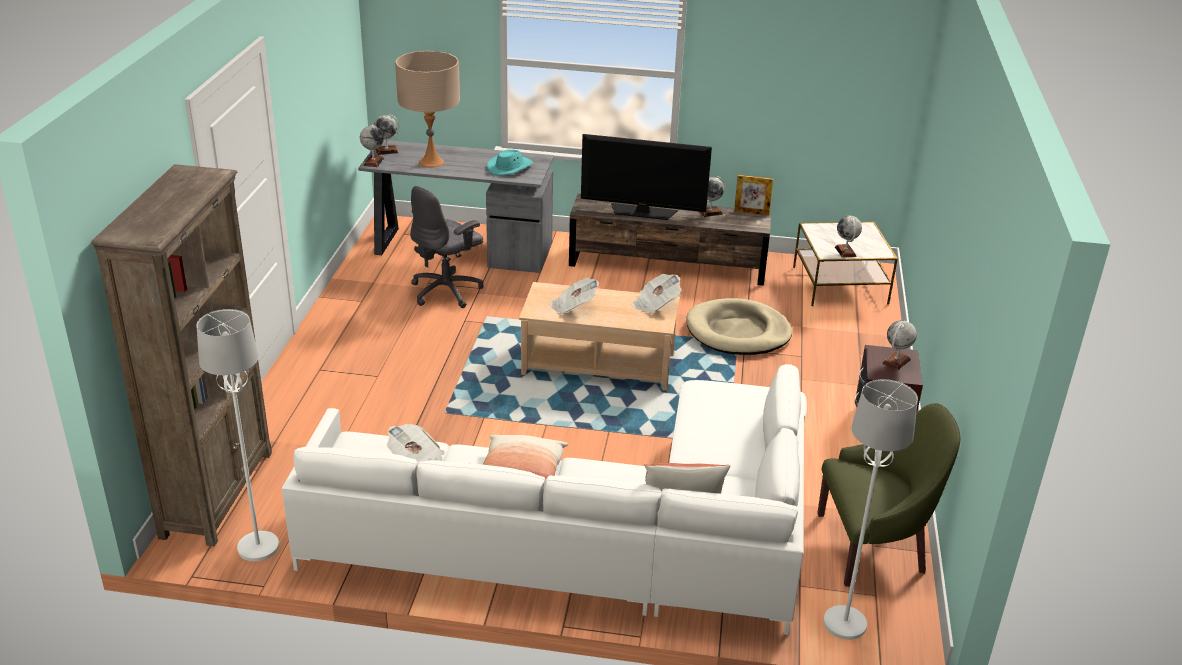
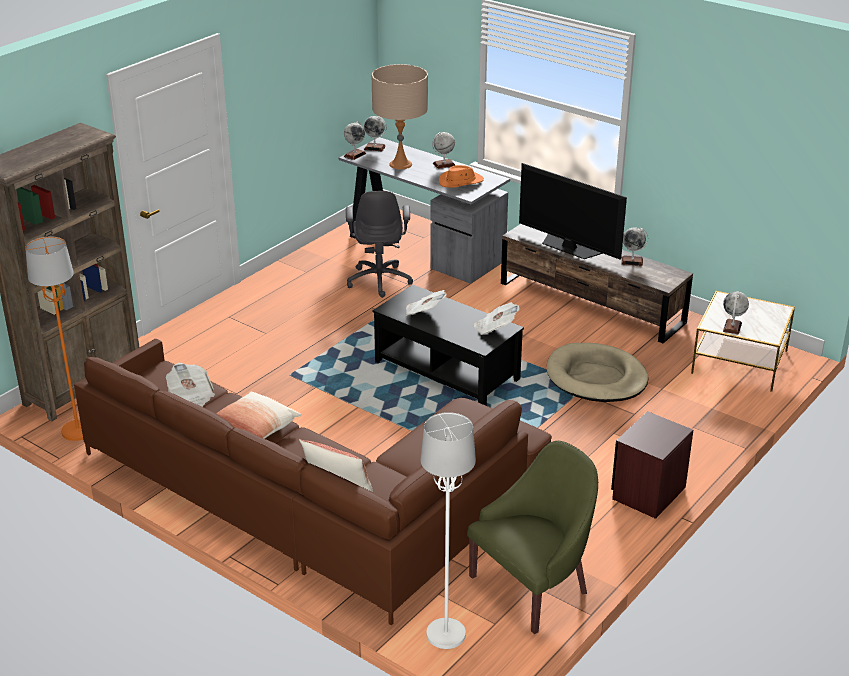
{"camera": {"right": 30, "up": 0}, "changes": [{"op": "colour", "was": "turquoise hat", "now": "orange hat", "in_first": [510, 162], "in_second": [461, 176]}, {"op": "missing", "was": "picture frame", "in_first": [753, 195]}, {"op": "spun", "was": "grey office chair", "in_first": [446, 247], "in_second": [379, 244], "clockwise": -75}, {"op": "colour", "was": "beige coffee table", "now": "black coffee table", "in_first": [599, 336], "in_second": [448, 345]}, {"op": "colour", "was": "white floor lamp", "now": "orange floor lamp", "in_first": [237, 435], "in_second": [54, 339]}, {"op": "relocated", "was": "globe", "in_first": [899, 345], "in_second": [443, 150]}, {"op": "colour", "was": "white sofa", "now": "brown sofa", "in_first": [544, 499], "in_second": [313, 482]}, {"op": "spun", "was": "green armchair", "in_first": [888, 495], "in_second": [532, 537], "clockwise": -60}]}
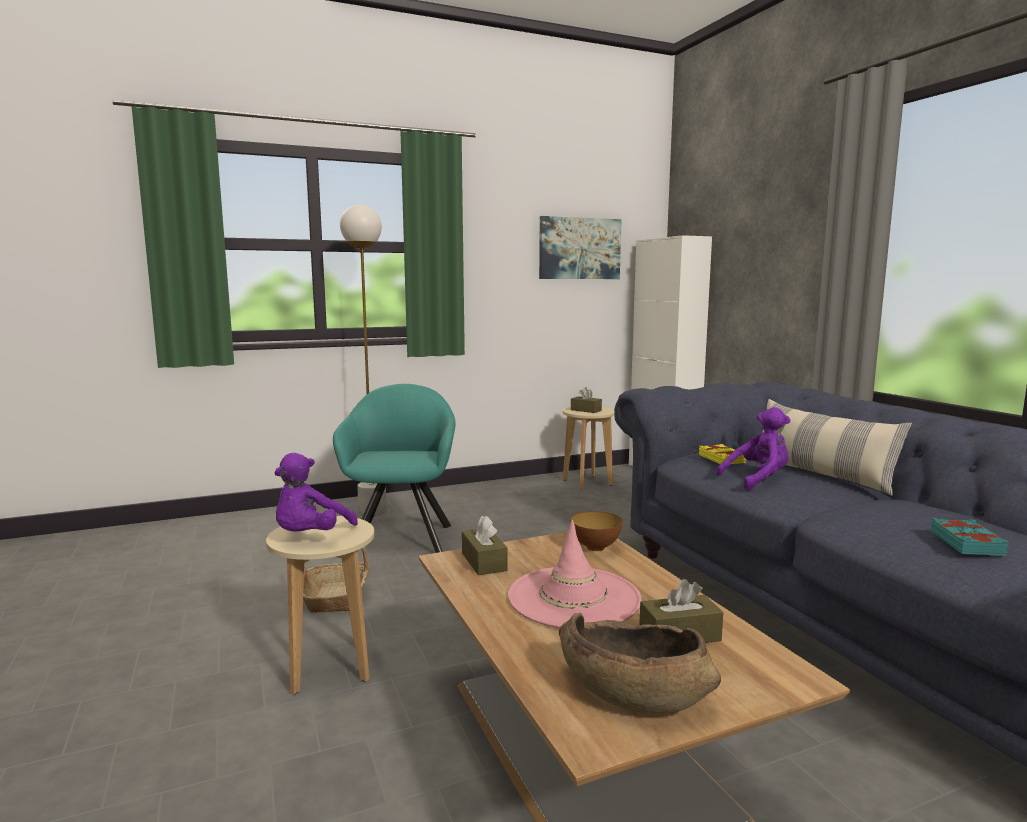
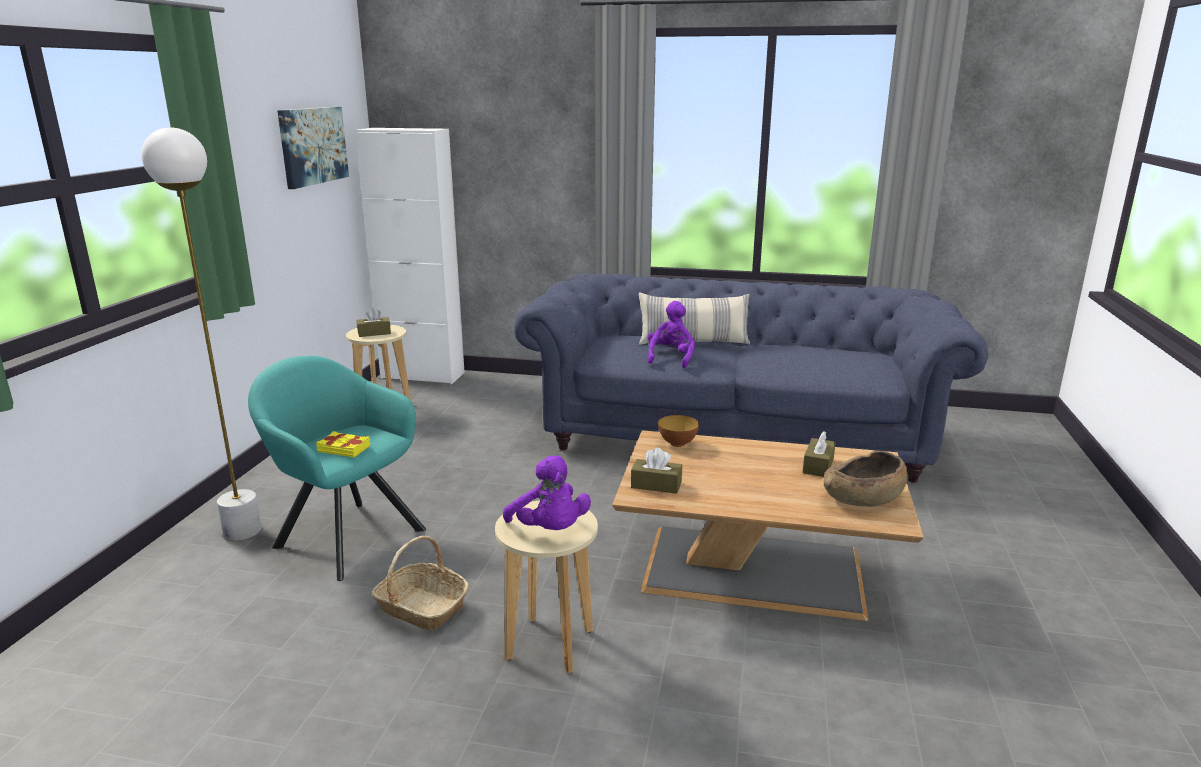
{"camera": {"right": -55, "up": 10}, "changes": [{"op": "relocated", "was": "yellow book", "in_first": [722, 454], "in_second": [343, 444]}, {"op": "missing", "was": "turquoise book", "in_first": [970, 537]}, {"op": "missing", "was": "pink hat", "in_first": [574, 574]}]}
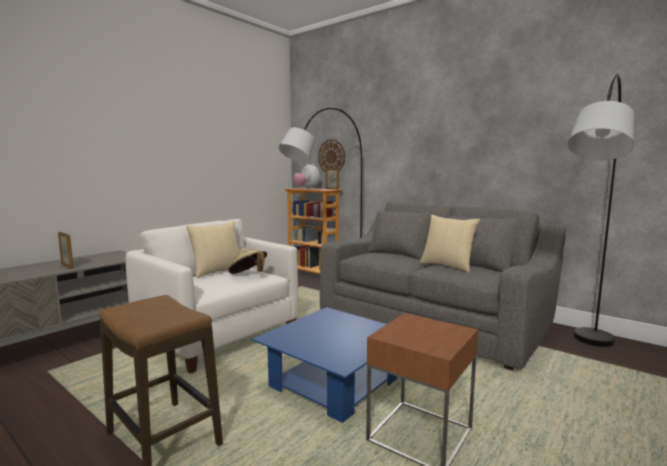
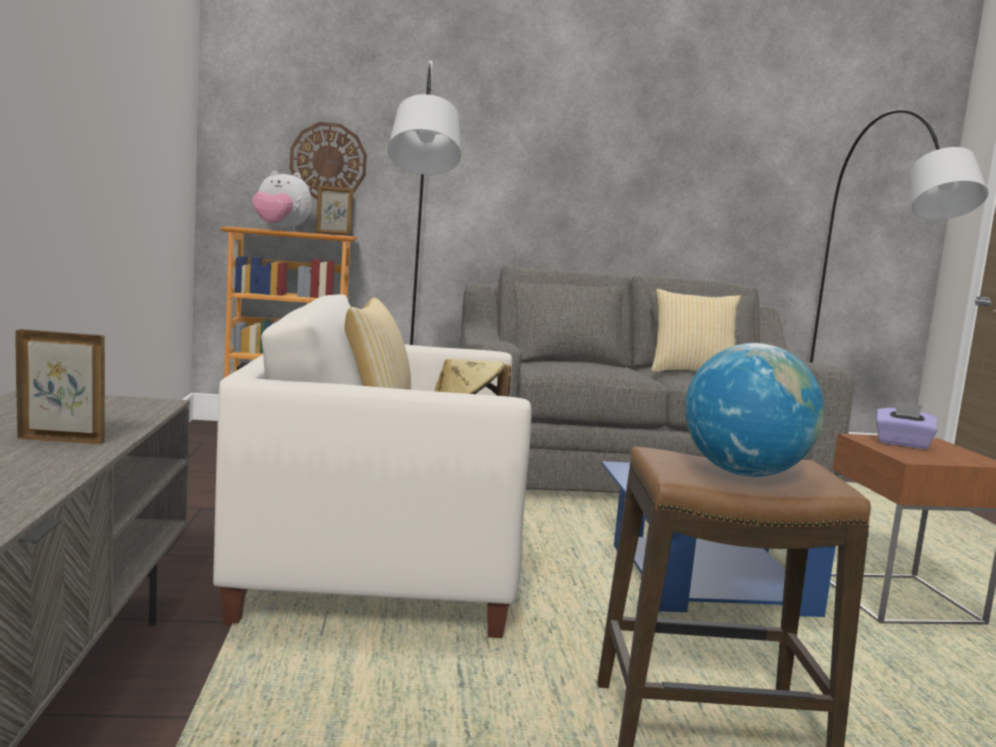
{"camera": {"right": -45, "up": 0}, "changes": [{"op": "appeared", "now": "globe", "in_second": [754, 410]}, {"op": "appeared", "now": "purple tissue box", "in_second": [906, 425]}]}
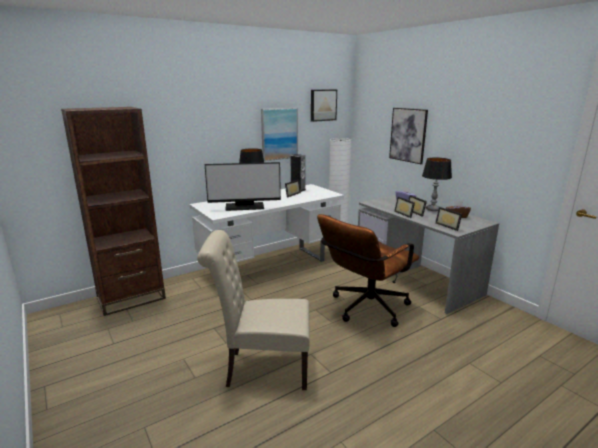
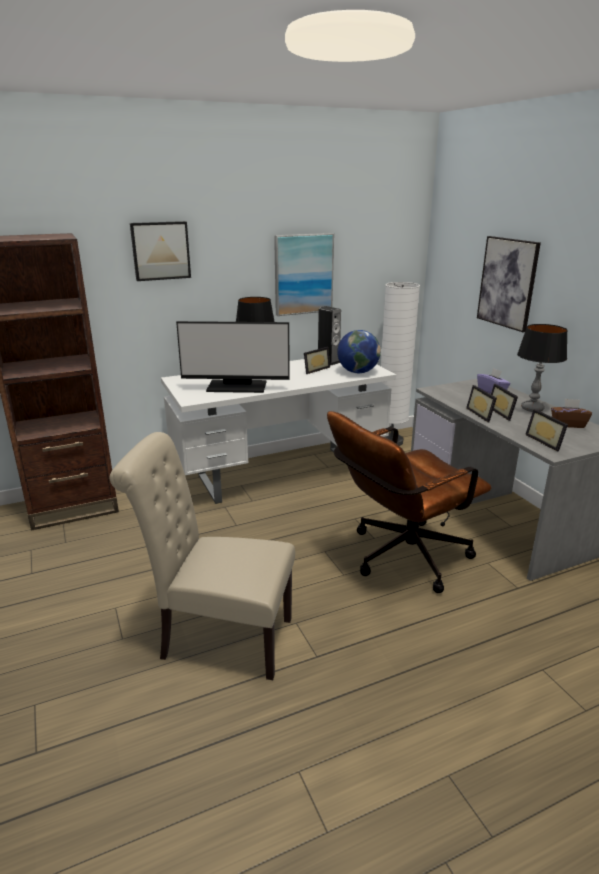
{"camera": {"right": 10, "up": 5}, "changes": [{"op": "relocated", "was": "picture", "in_first": [324, 105], "in_second": [160, 251]}, {"op": "appeared", "now": "globe", "in_second": [359, 351]}]}
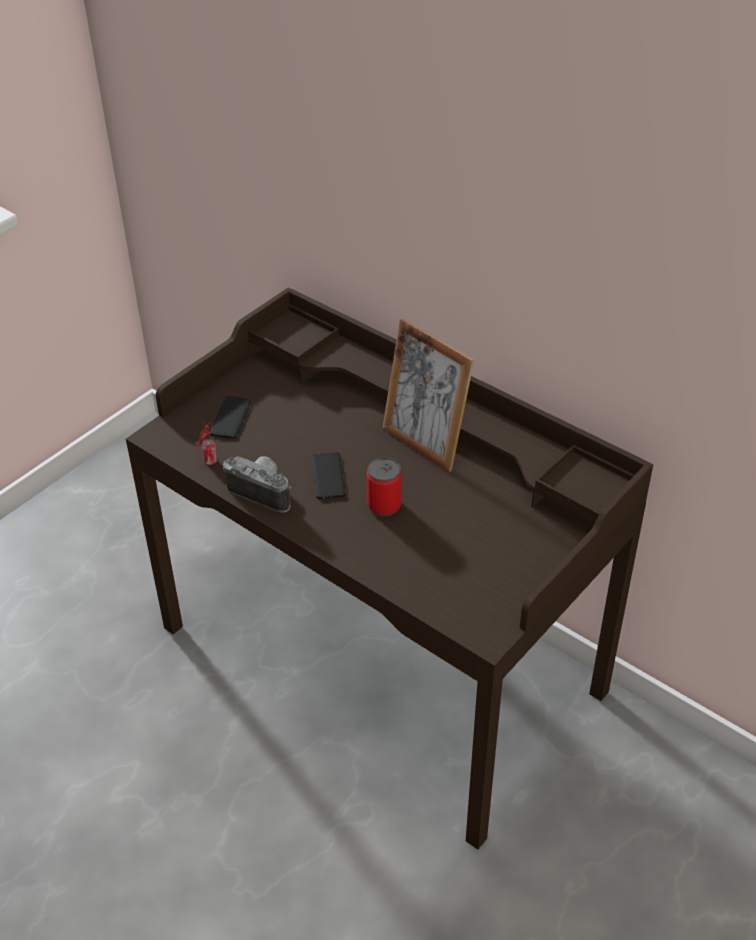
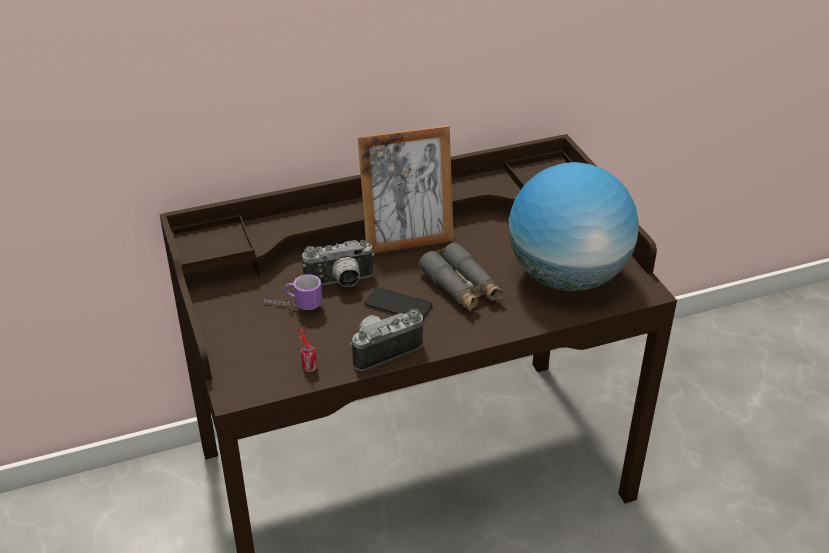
{"camera": {"right": -60, "up": -5}, "changes": [{"op": "missing", "was": "phone", "in_first": [230, 417]}, {"op": "exchanged", "was": "can", "now": "grey binoculars", "in_first": [384, 486], "in_second": [461, 277]}, {"op": "appeared", "now": "globe", "in_second": [574, 227]}, {"op": "appeared", "now": "photo camera", "in_second": [338, 263]}, {"op": "appeared", "now": "mug", "in_second": [293, 292]}]}
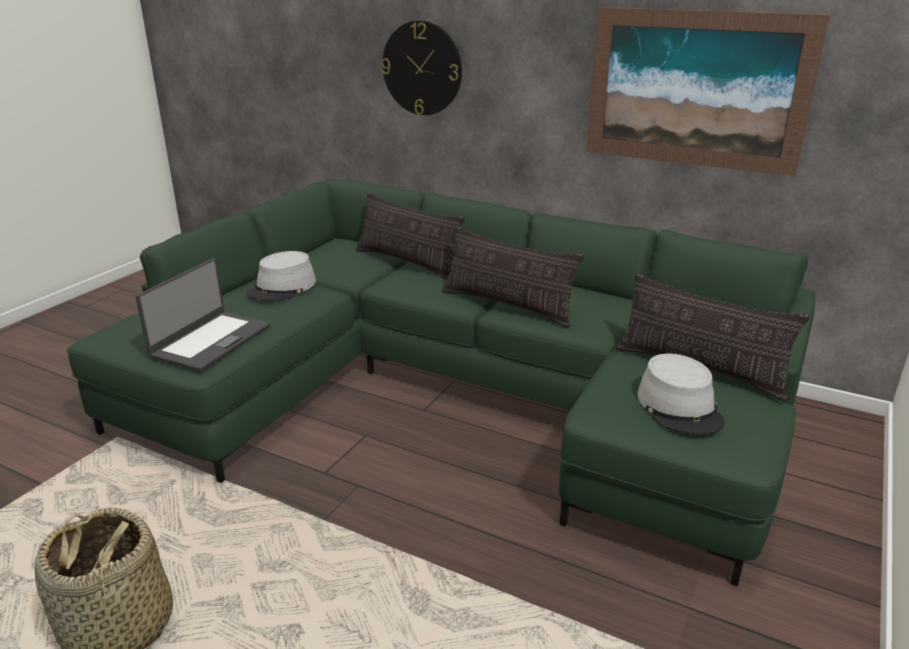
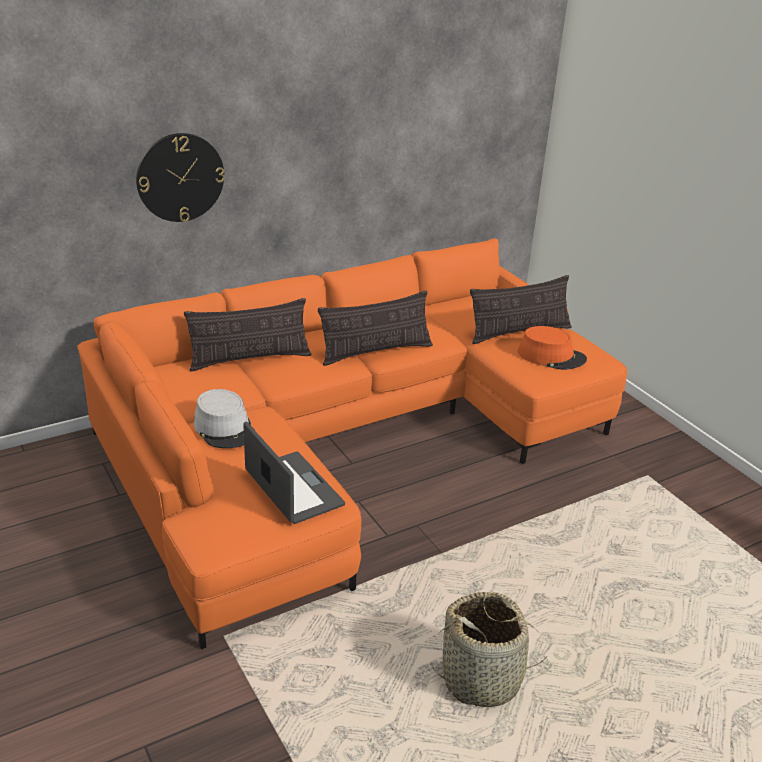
{"camera": {"right": -60, "up": 5}, "changes": [{"op": "missing", "was": "picture", "in_first": [708, 91]}, {"op": "colour", "was": "green sofa", "now": "orange sofa", "in_first": [441, 383], "in_second": [352, 444]}, {"op": "colour", "was": "grey hat", "now": "orange hat", "in_first": [681, 393], "in_second": [552, 348]}]}
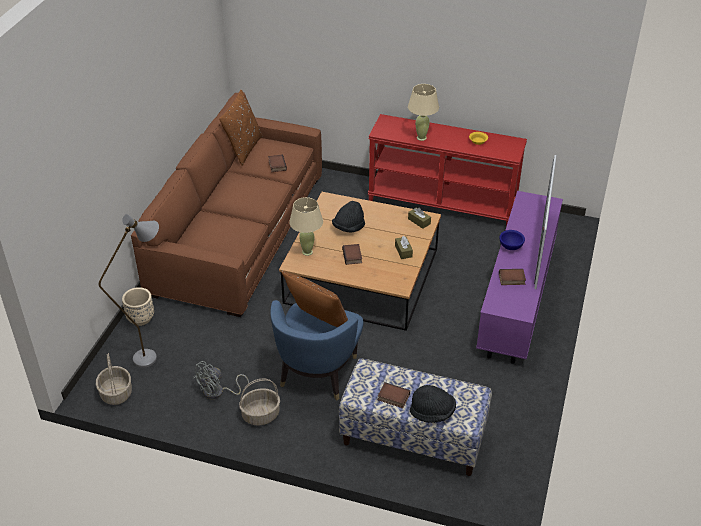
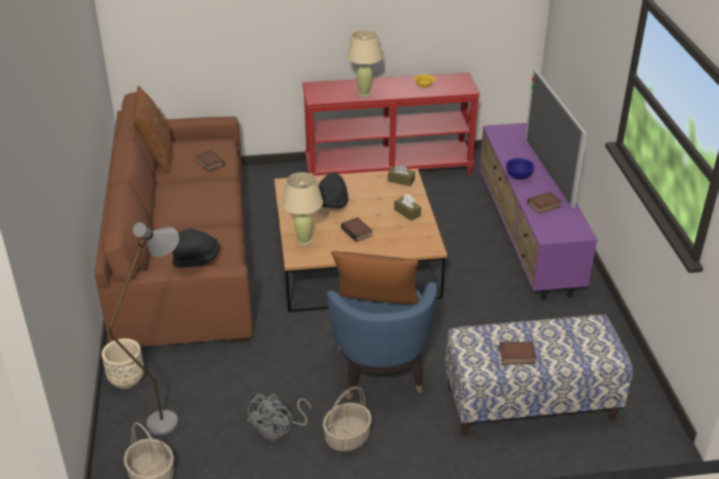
{"camera": {"right": -25, "up": -5}, "changes": [{"op": "relocated", "was": "black hat", "in_first": [433, 404], "in_second": [195, 248]}]}
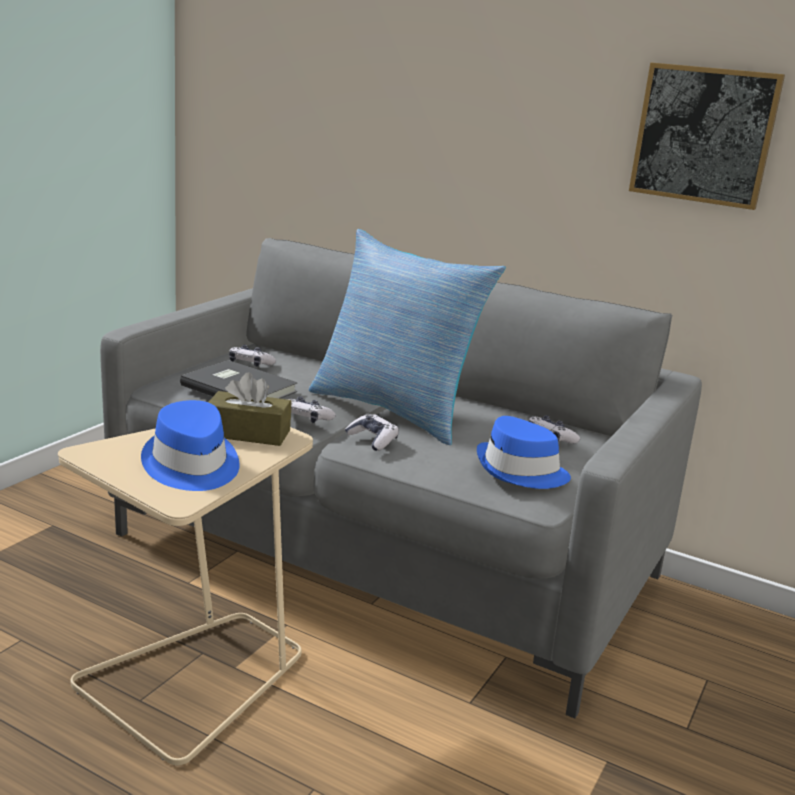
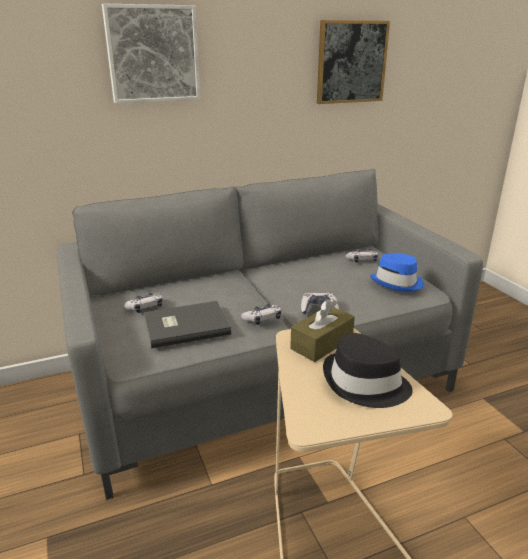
{"camera": {"right": -50, "up": 5}, "changes": [{"op": "missing", "was": "pillow", "in_first": [407, 337]}, {"op": "colour", "was": "blue hat", "now": "black hat", "in_first": [190, 445], "in_second": [368, 370]}, {"op": "appeared", "now": "picture", "in_second": [151, 54]}]}
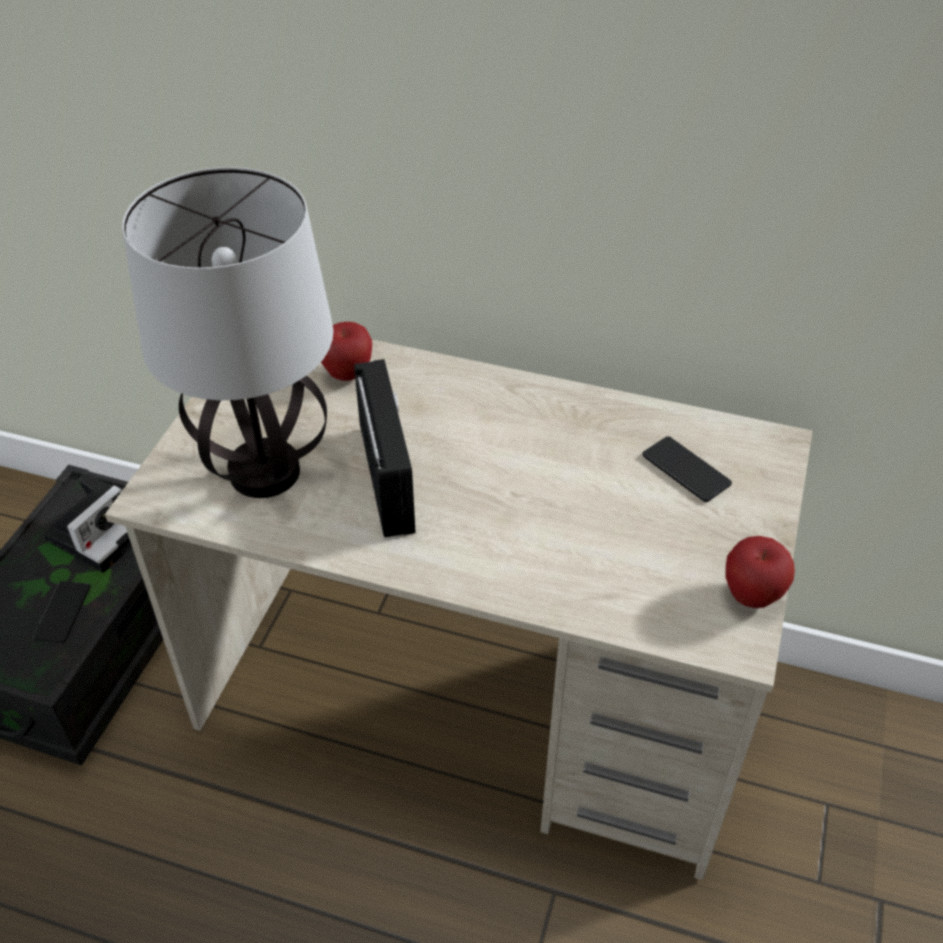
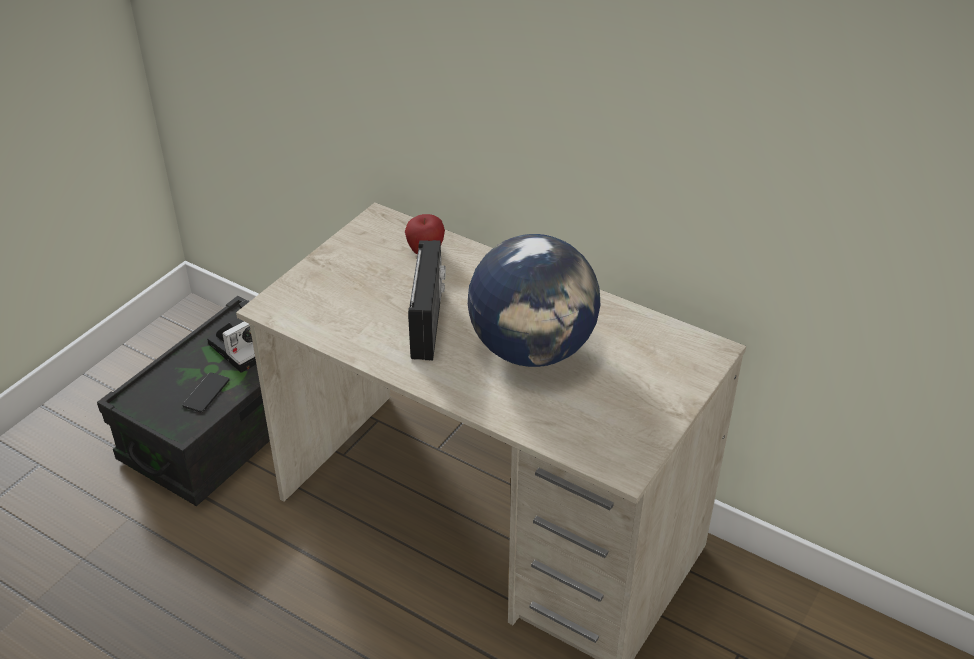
{"camera": {"right": 15, "up": -5}, "changes": [{"op": "missing", "was": "table lamp", "in_first": [228, 332]}, {"op": "missing", "was": "phone", "in_first": [687, 469]}, {"op": "missing", "was": "apple", "in_first": [760, 572]}, {"op": "appeared", "now": "globe", "in_second": [534, 300]}]}
